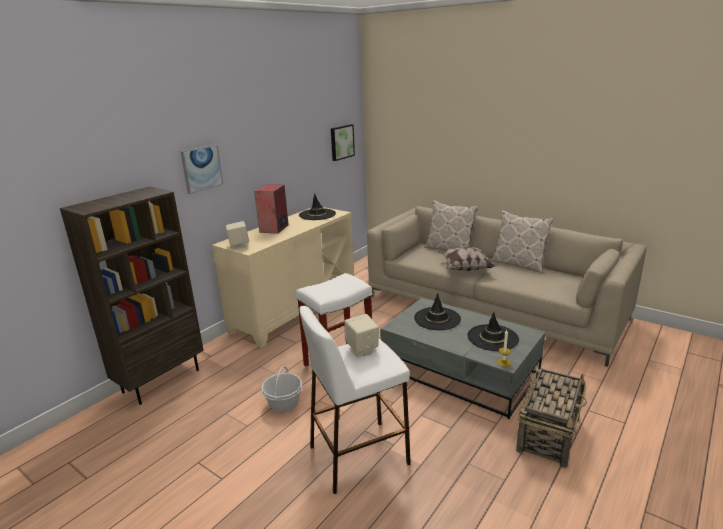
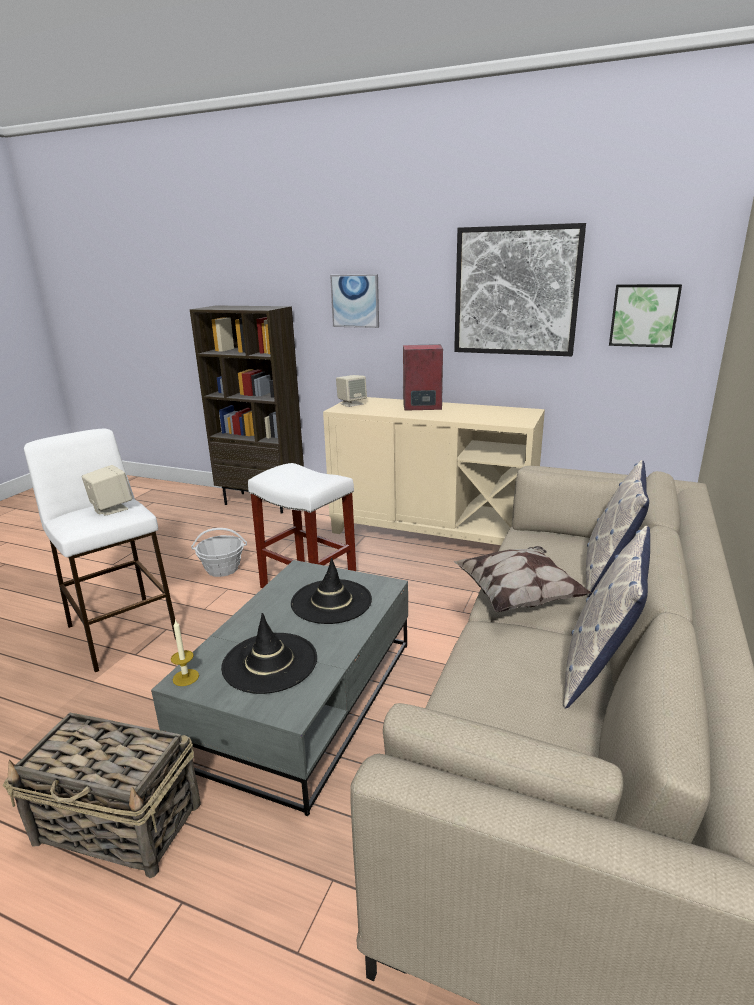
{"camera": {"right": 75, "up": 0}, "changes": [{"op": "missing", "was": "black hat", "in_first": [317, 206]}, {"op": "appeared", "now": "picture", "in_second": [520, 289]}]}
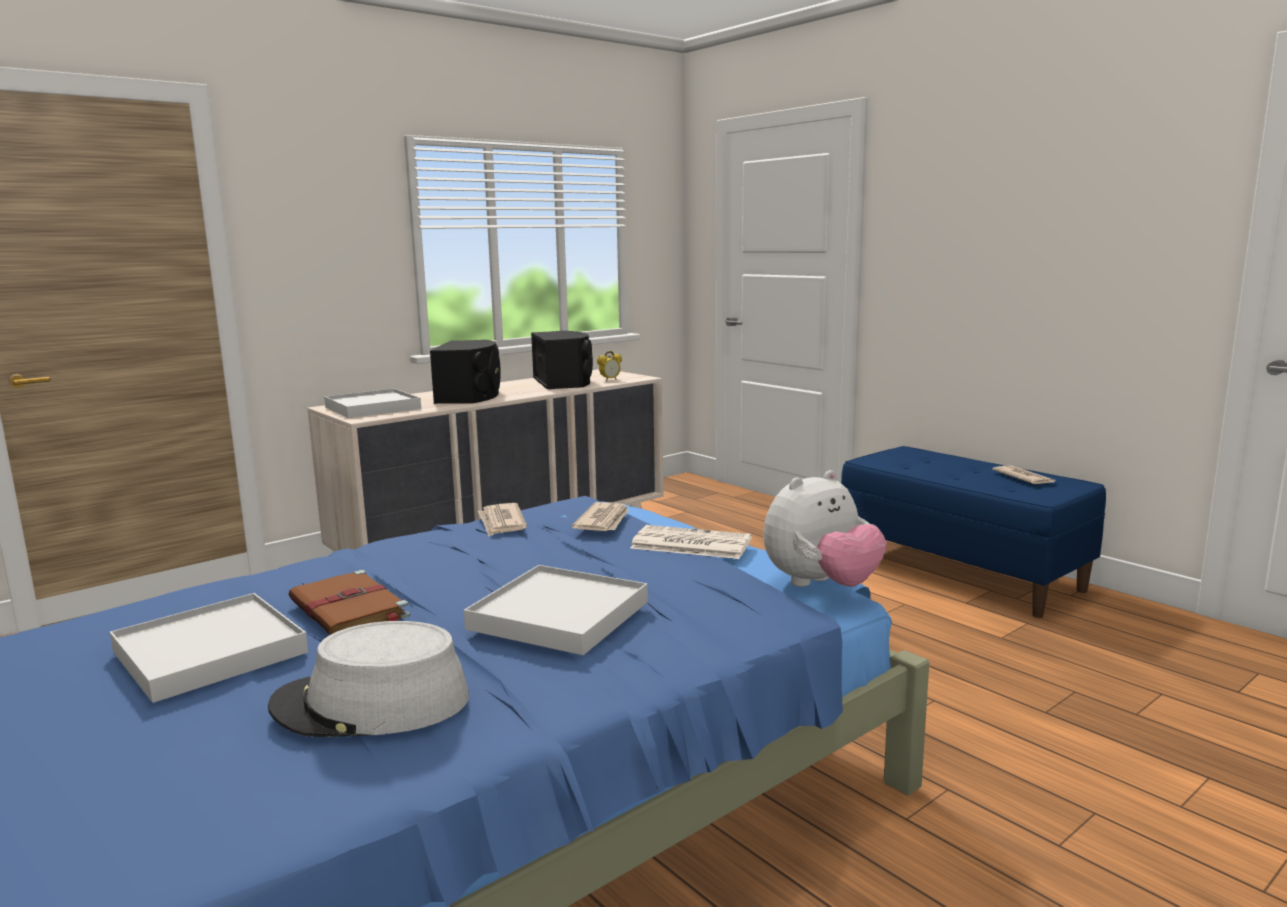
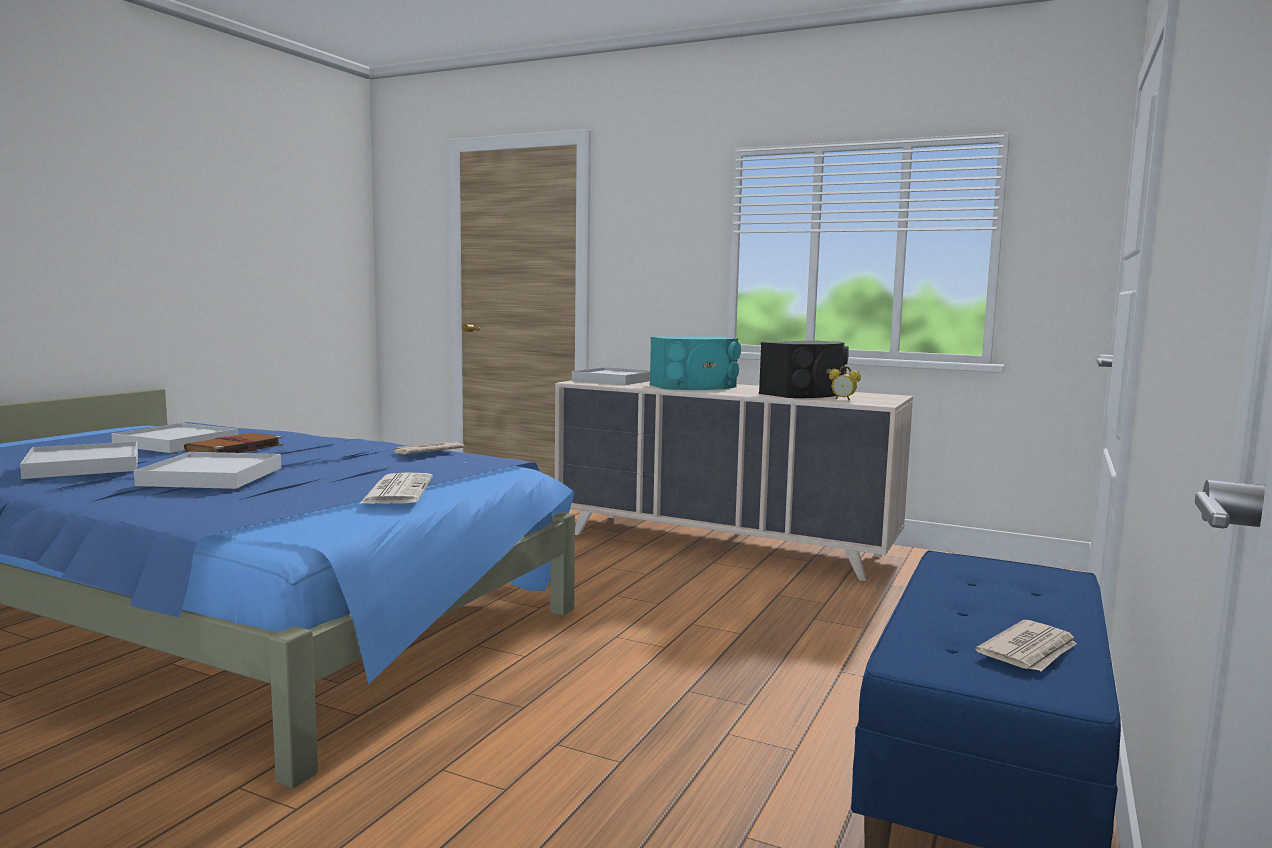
{"camera": {"right": 65, "up": -5}, "changes": [{"op": "colour", "was": "black speaker", "now": "turquoise speaker", "in_first": [465, 372], "in_second": [695, 363]}, {"op": "missing", "was": "plush toy", "in_first": [825, 528]}, {"op": "missing", "was": "newspaper", "in_first": [600, 516]}, {"op": "exchanged", "was": "grey hat", "now": "white tray", "in_first": [368, 679], "in_second": [79, 460]}]}
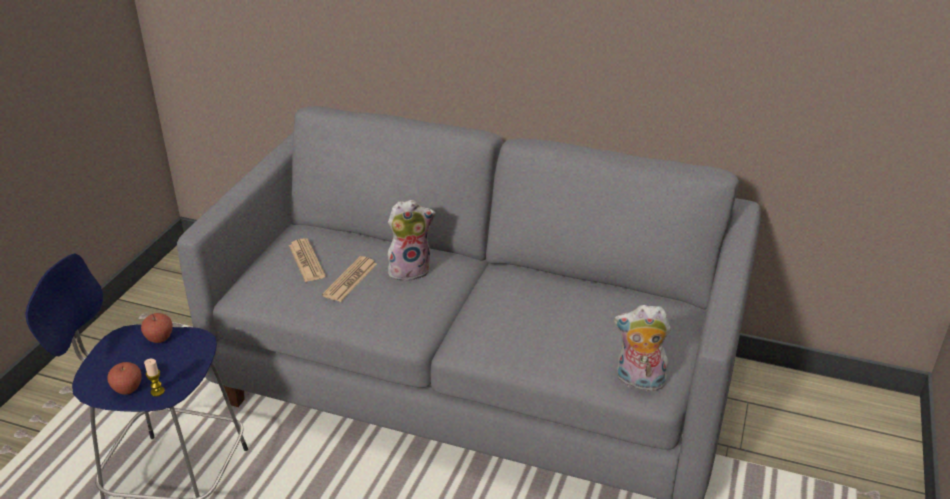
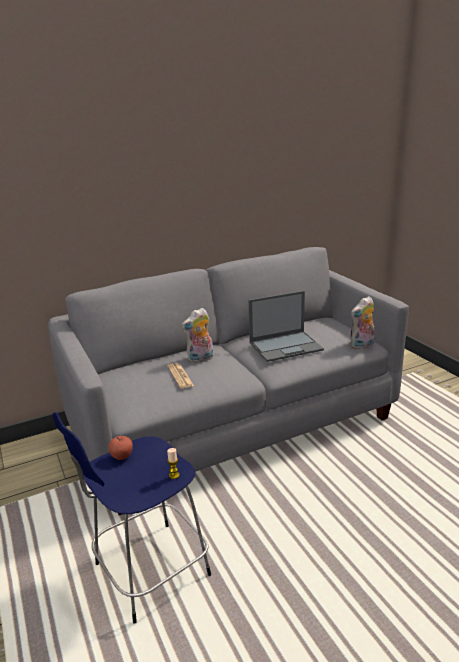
{"camera": {"right": -45, "up": -10}, "changes": [{"op": "spun", "was": "plush toy", "in_first": [412, 240], "in_second": [197, 335], "clockwise": -150}, {"op": "missing", "was": "newspaper", "in_first": [307, 260]}, {"op": "missing", "was": "apple", "in_first": [124, 378]}, {"op": "appeared", "now": "laptop", "in_second": [286, 326]}]}
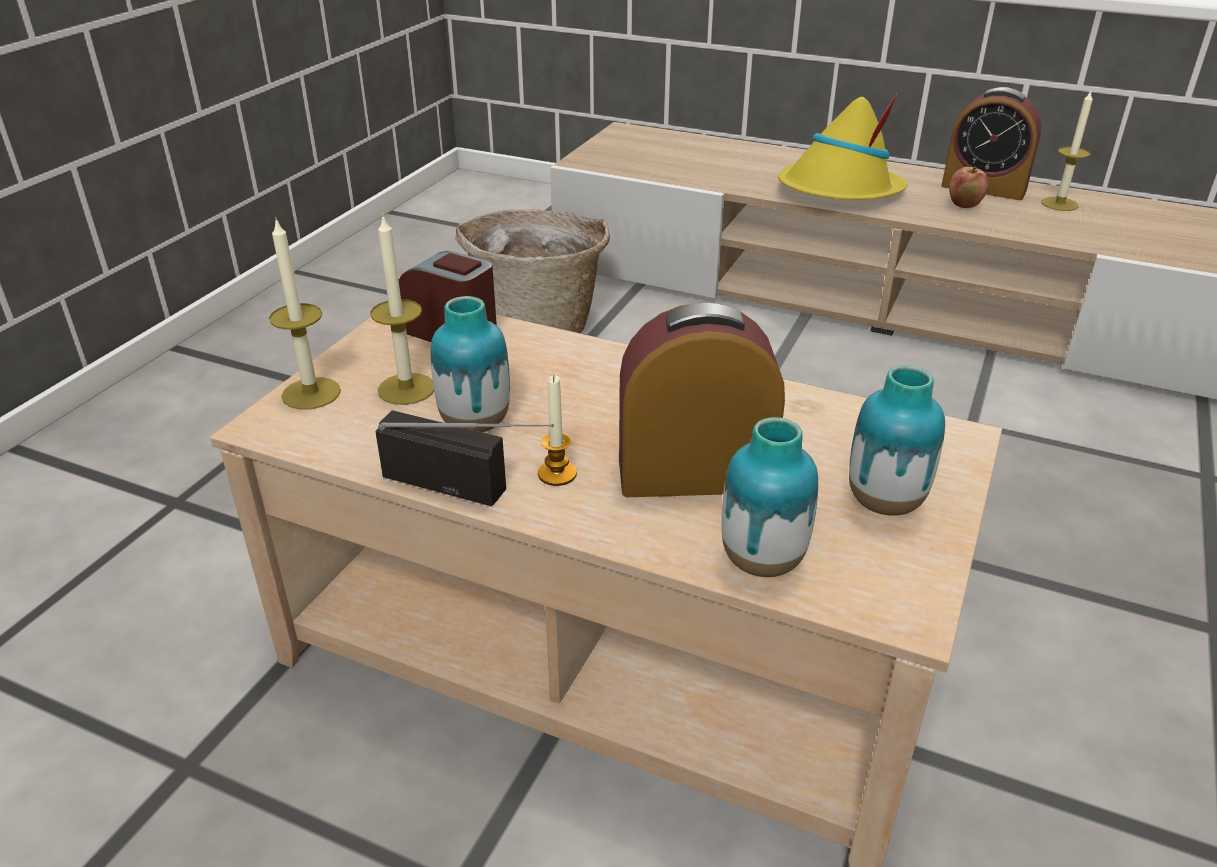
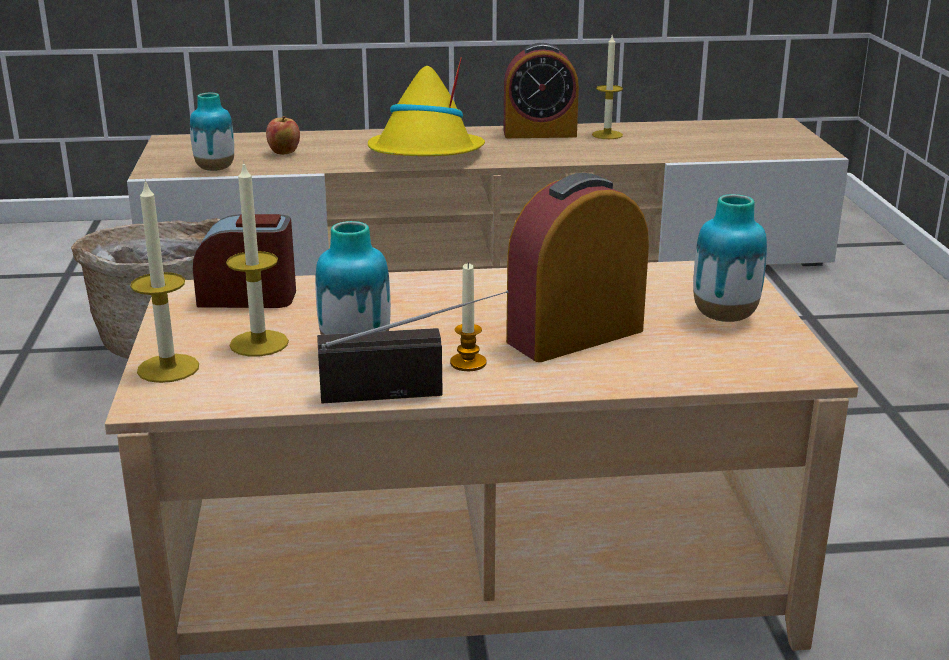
{"camera": {"right": -30, "up": -10}, "changes": [{"op": "relocated", "was": "apple", "in_first": [968, 187], "in_second": [283, 135]}, {"op": "relocated", "was": "vase", "in_first": [770, 497], "in_second": [212, 132]}]}
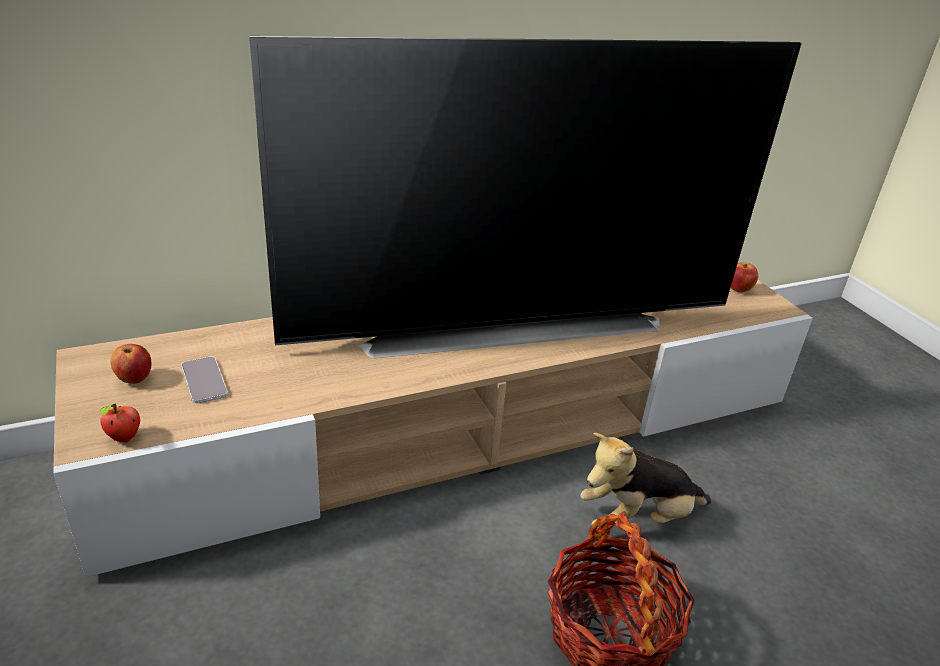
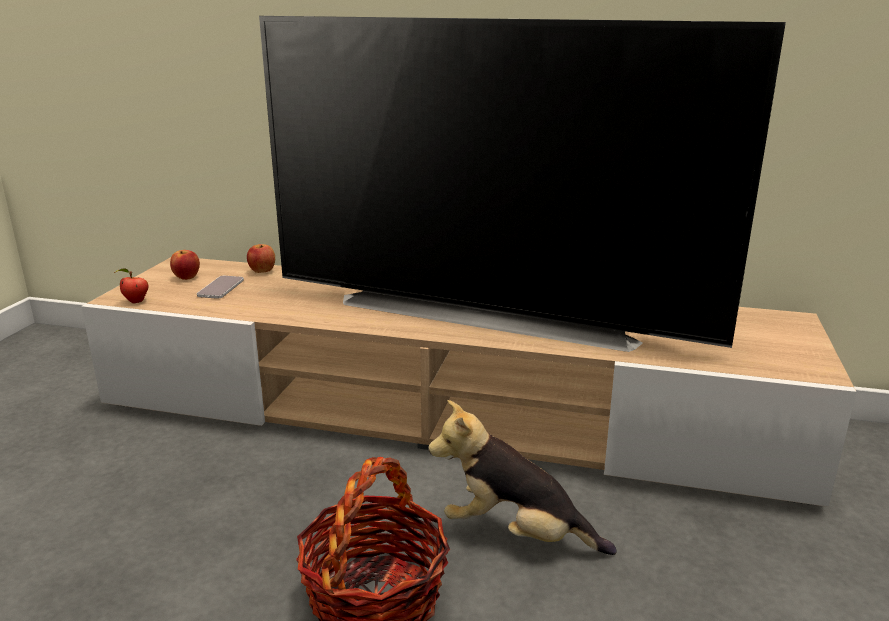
{"camera": {"right": 40, "up": -10}, "changes": [{"op": "relocated", "was": "apple", "in_first": [744, 277], "in_second": [261, 258]}]}
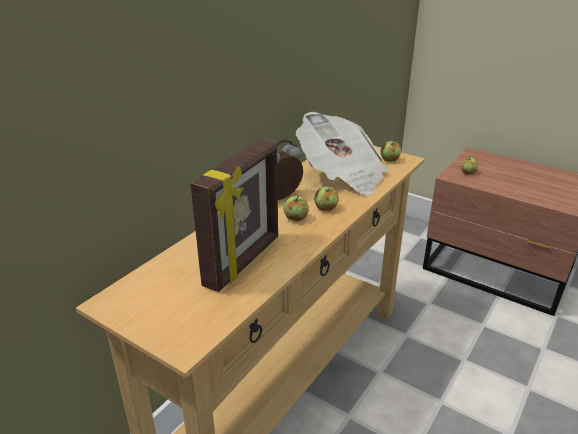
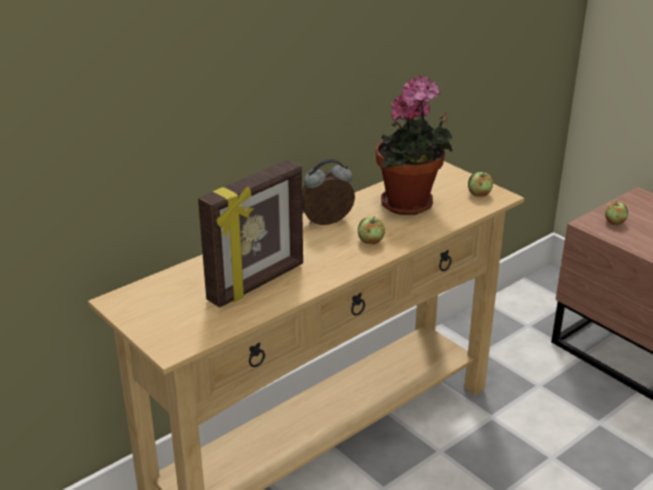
{"camera": {"right": 15, "up": 0}, "changes": [{"op": "exchanged", "was": "newspaper", "now": "potted plant", "in_first": [342, 153], "in_second": [414, 145]}, {"op": "missing", "was": "apple", "in_first": [296, 208]}]}
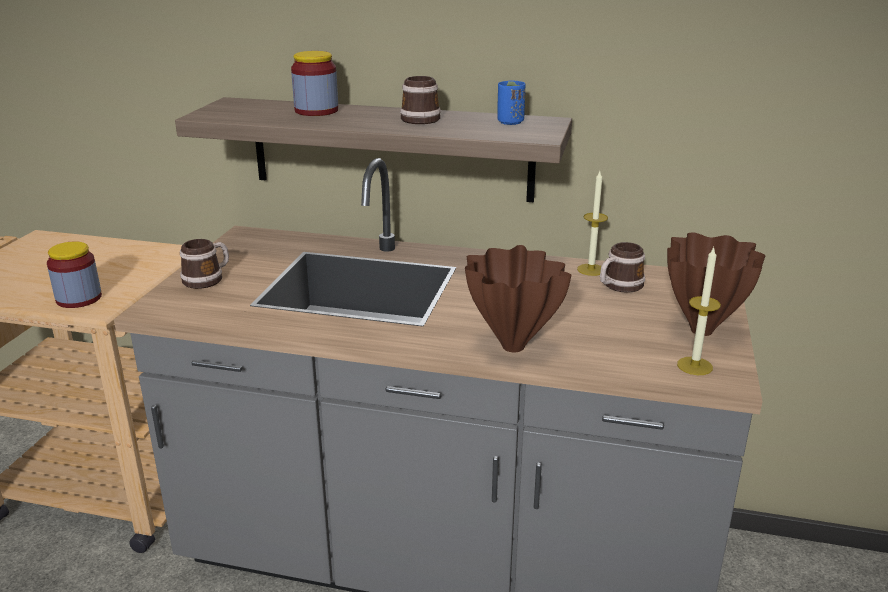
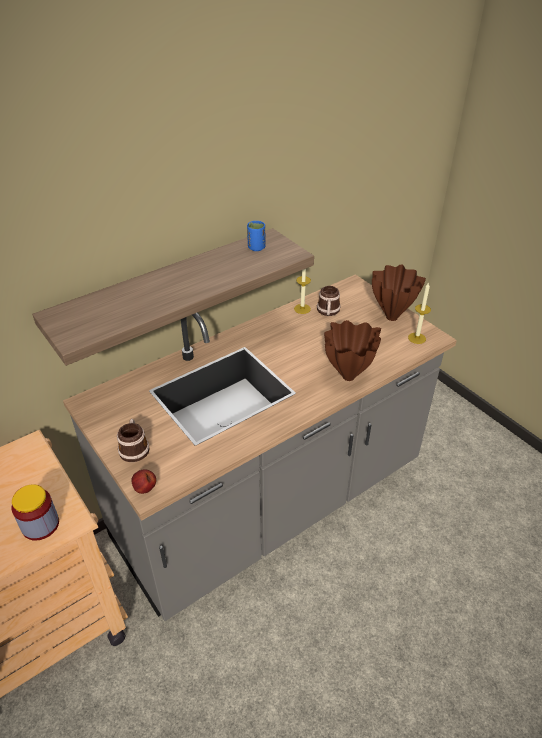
{"camera": {"right": -50, "up": 15}, "changes": [{"op": "missing", "was": "jar", "in_first": [314, 83]}, {"op": "missing", "was": "mug", "in_first": [420, 100]}, {"op": "appeared", "now": "apple", "in_second": [144, 481]}]}
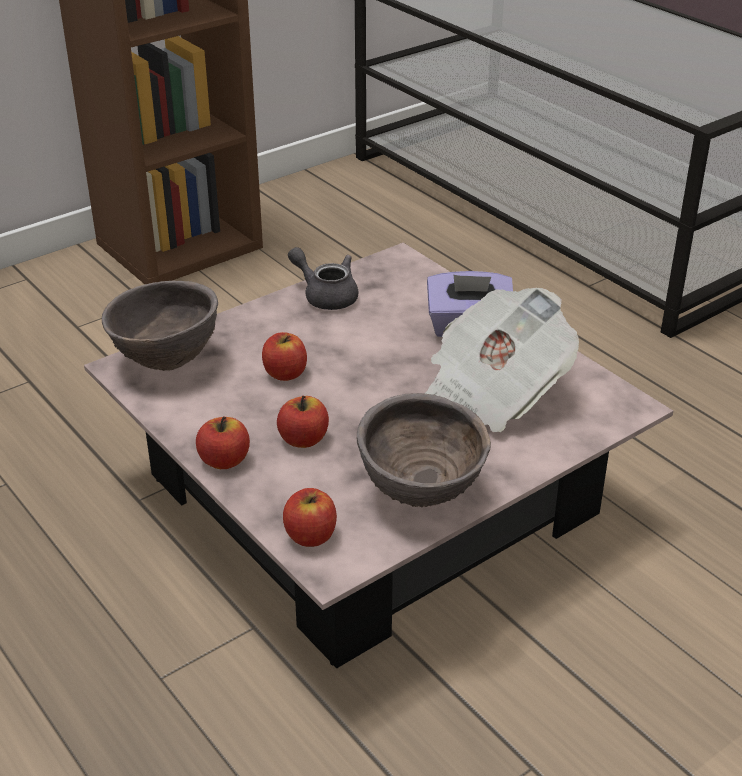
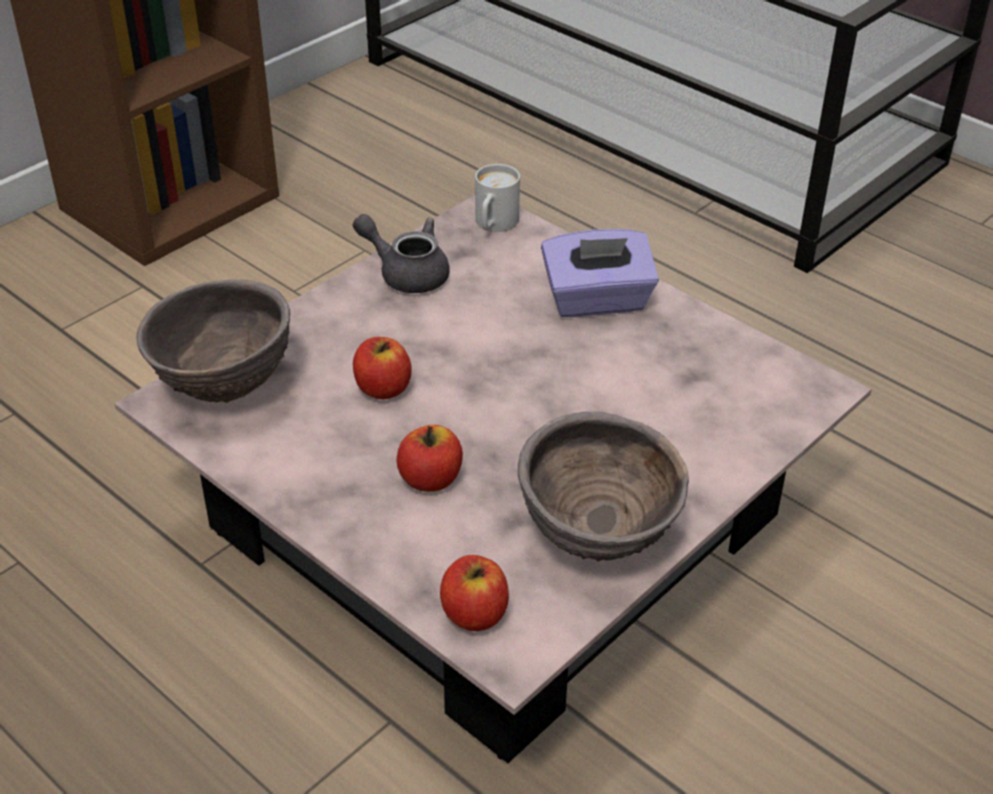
{"camera": {"right": -10, "up": 5}, "changes": [{"op": "missing", "was": "newspaper", "in_first": [502, 360]}, {"op": "missing", "was": "apple", "in_first": [223, 442]}, {"op": "appeared", "now": "white mug", "in_second": [497, 198]}]}
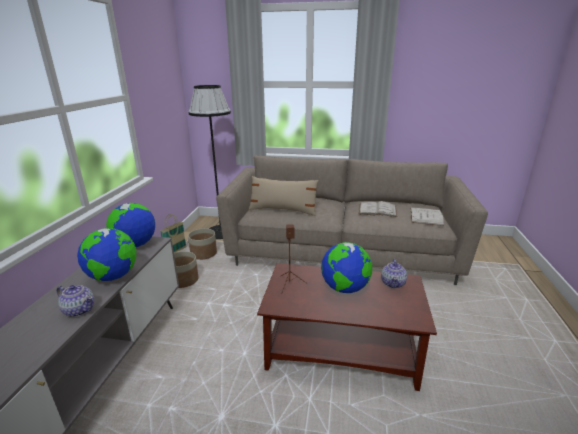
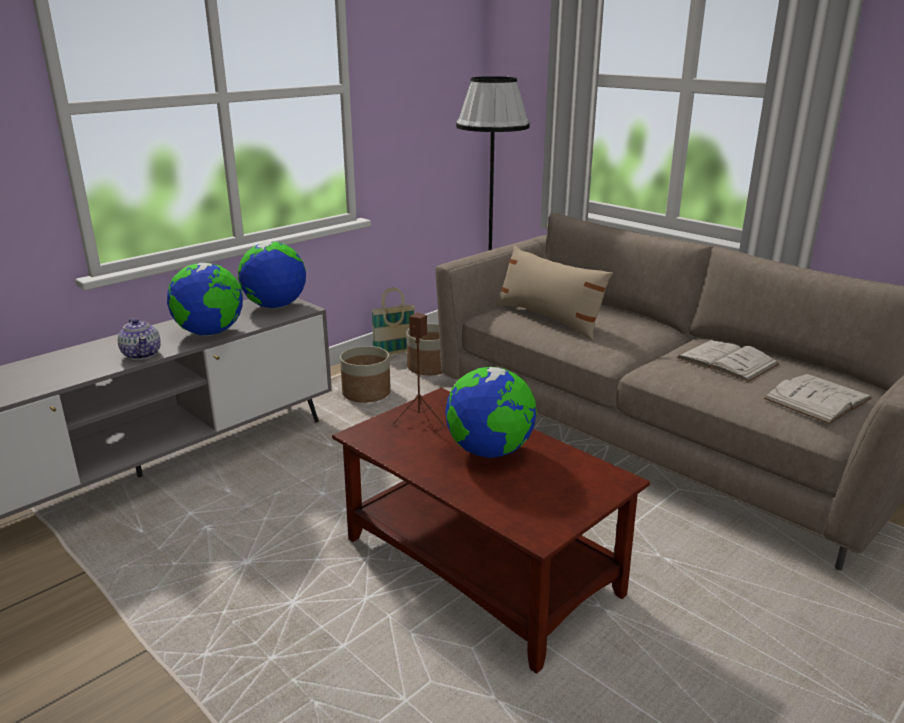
{"camera": {"right": 35, "up": 0}, "changes": [{"op": "missing", "was": "teapot", "in_first": [394, 273]}]}
